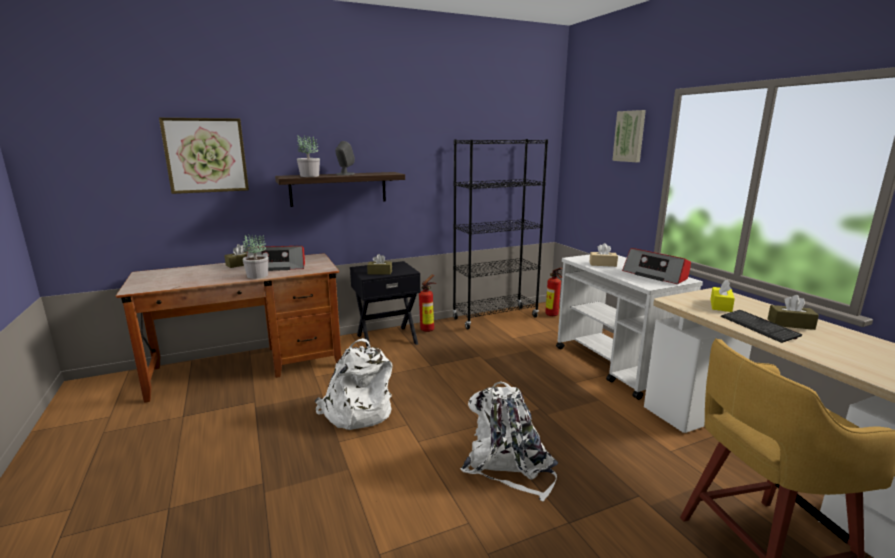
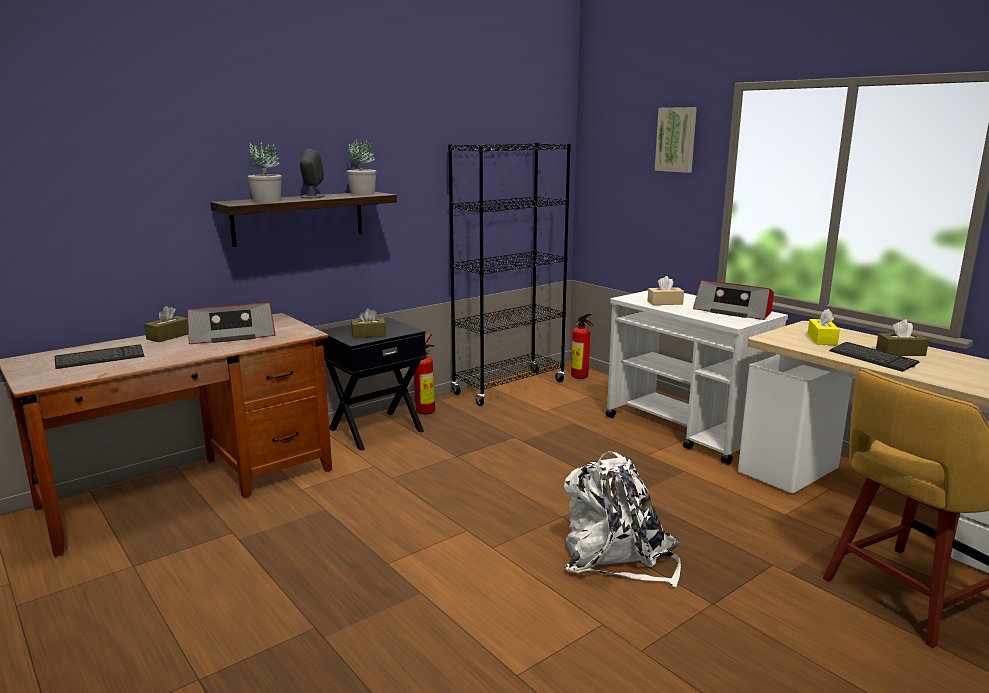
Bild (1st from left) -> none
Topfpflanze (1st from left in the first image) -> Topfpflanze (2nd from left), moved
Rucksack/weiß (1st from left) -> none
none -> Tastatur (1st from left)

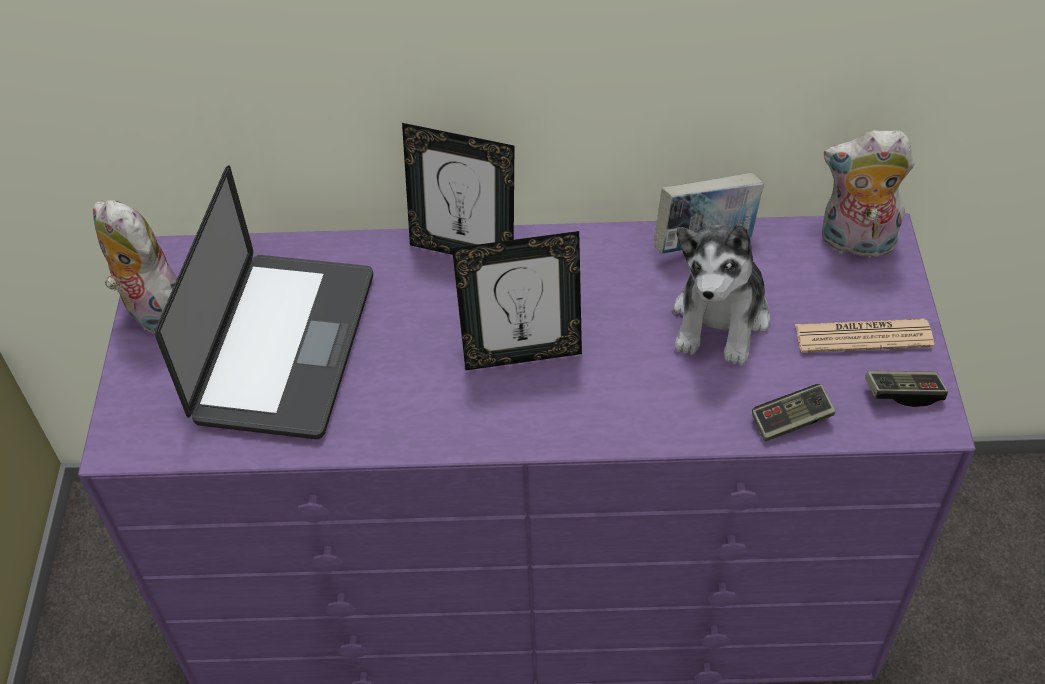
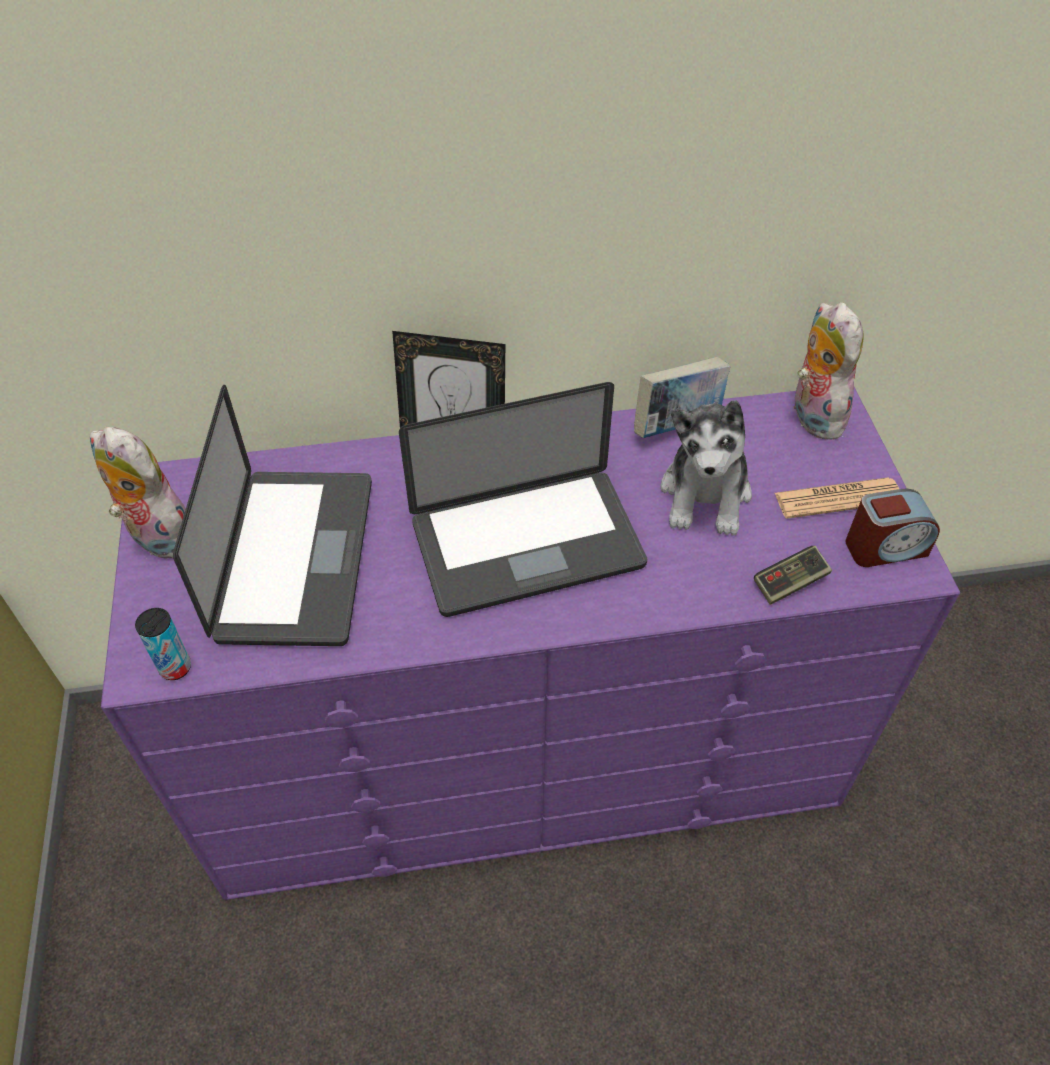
Bilderrahmen (2nd from left) -> Laptop (2nd from left)
Plüschtier (3rd from left), 75 degrees clockwise
Gamepad (2nd from left) -> Wecker
none -> Dose

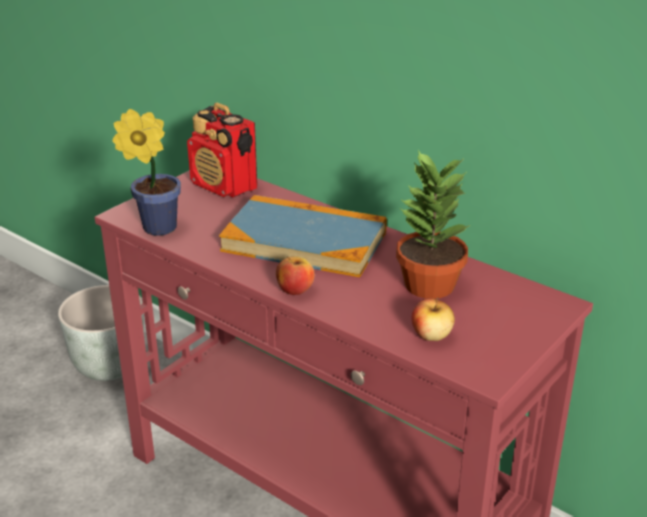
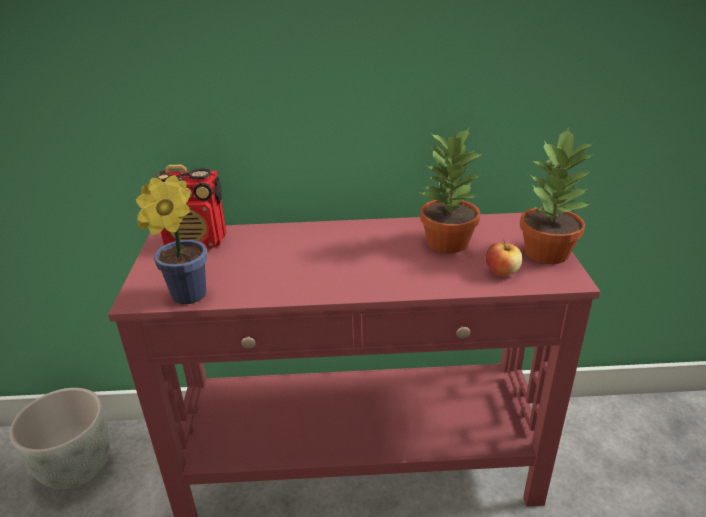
Buch -> none
Apfel (1st from left) -> none
none -> Topfpflanze (3rd from left)

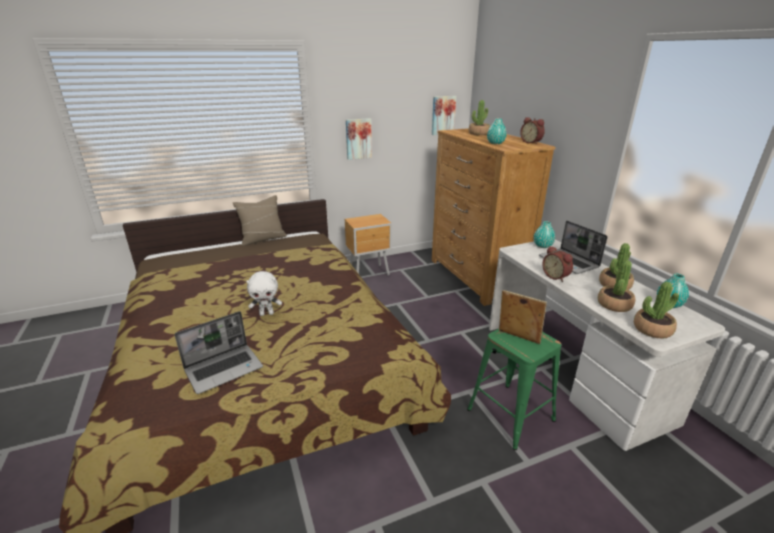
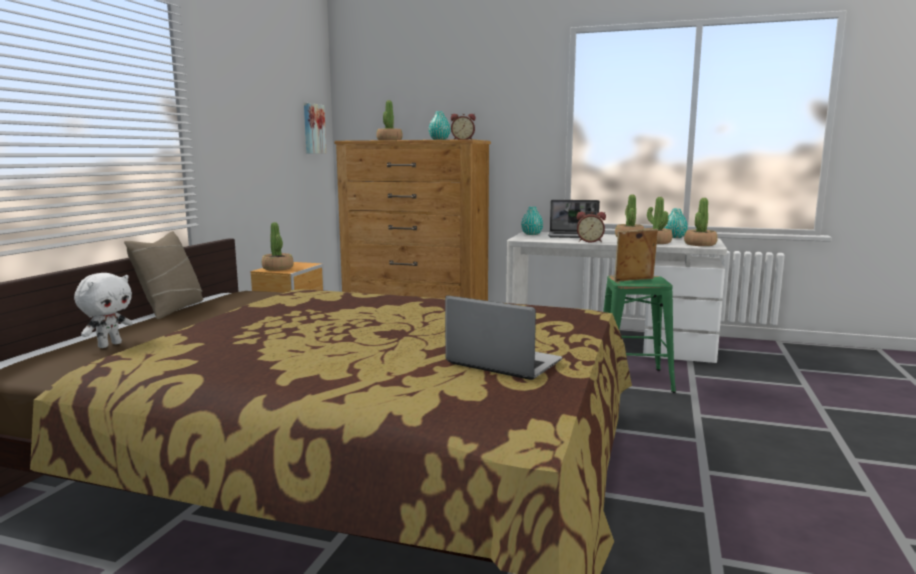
Laptop (1st from left), 60 degrees counterclockwise
Plüschtier/weiß, moved
Bild (1st from left) -> none
none -> Topfpflanze (1st from left)

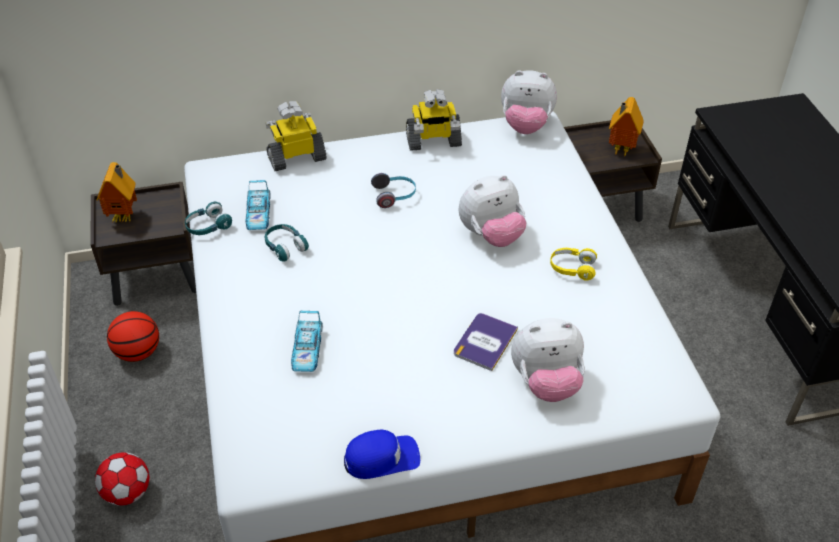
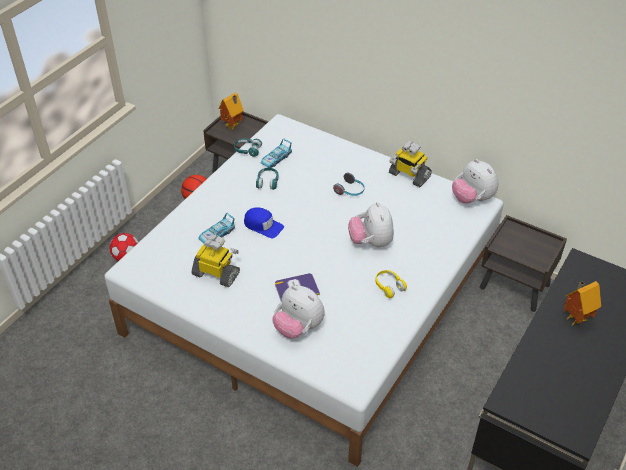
Spielzeugroboter (1st from left), moved
Kappe/blau, moved
Plüschtier (1st from left in the first image) -> Plüschtier (2nd from left), 60 degrees clockwise
Spielzeughaus (2nd from left), moved

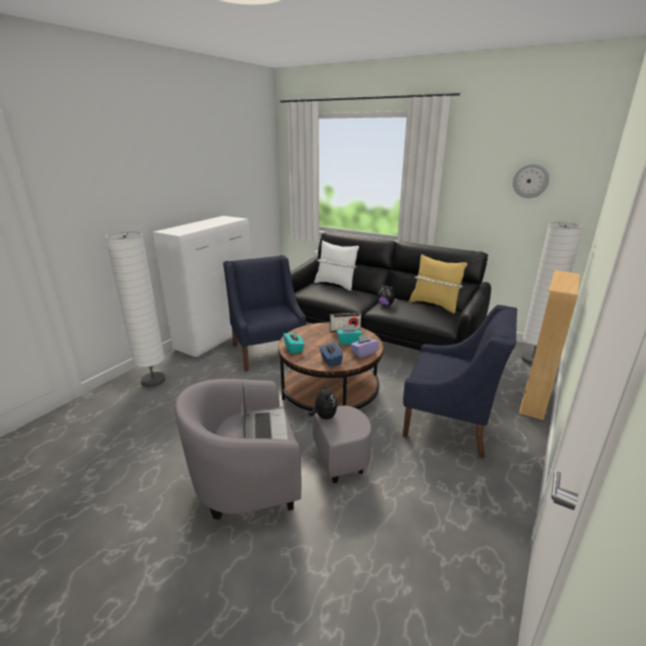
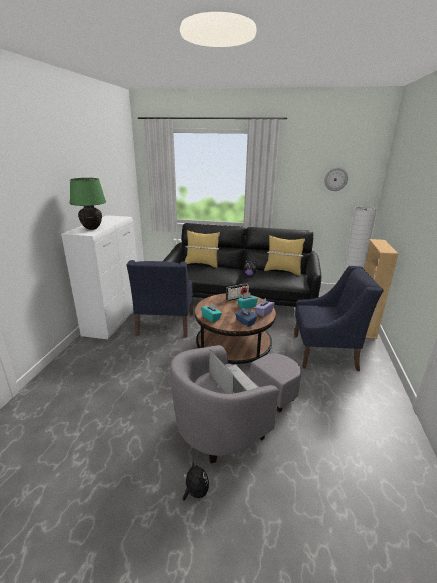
Stehlampe/weiß (1st from left) -> none
Sessel/blau (1st from left), 135 degrees counterclockwise
Plüschtier (1st from left), moved
Kissen/weiß -> Kissen/gelb (1st from left)
none -> Tischlampe/grün

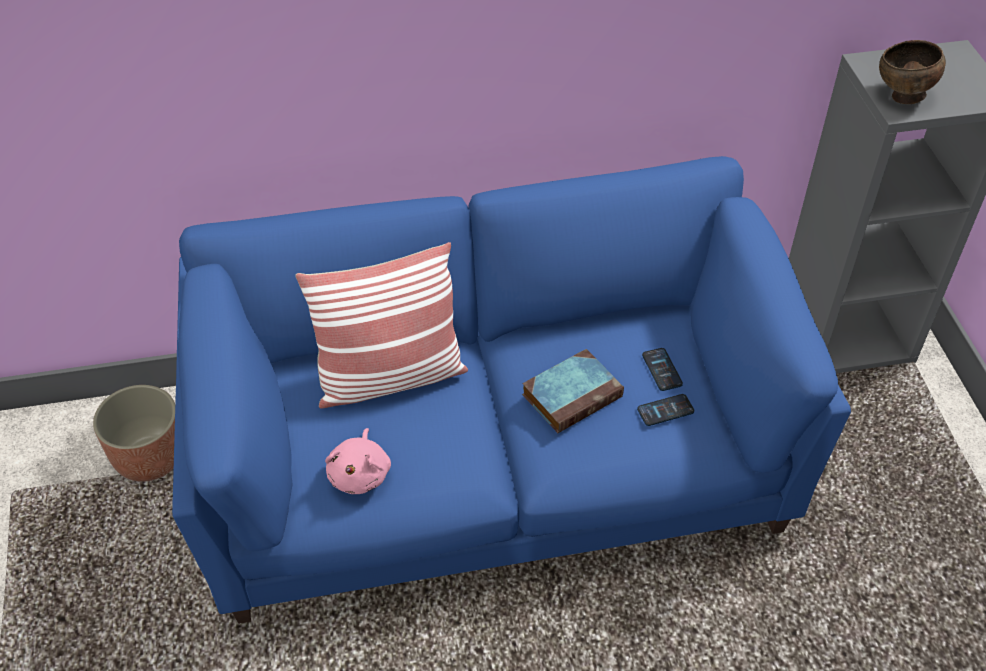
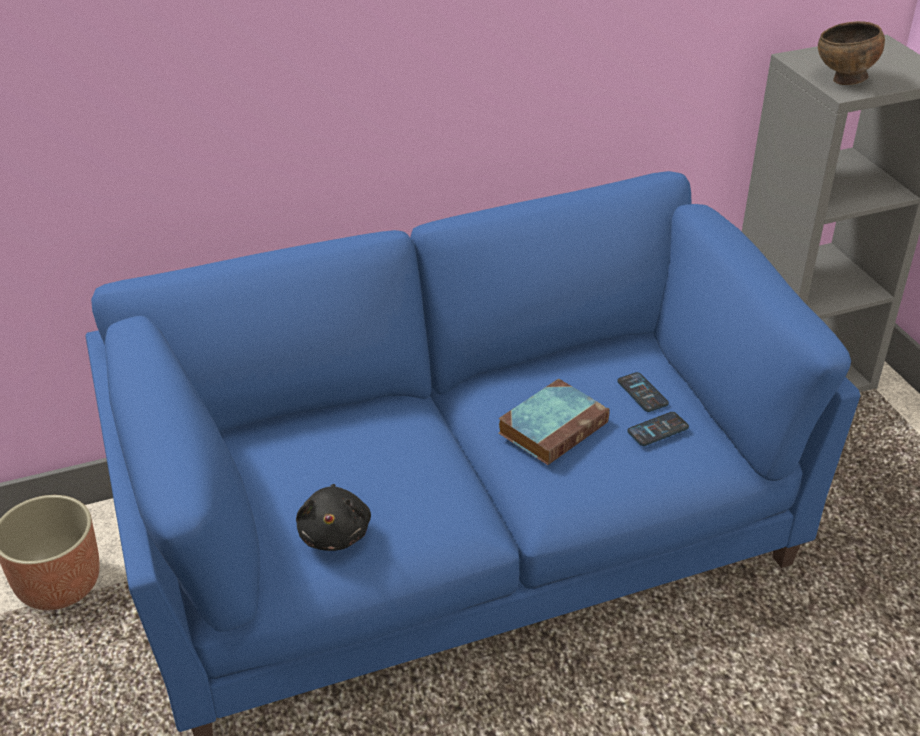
Kissen -> none
Plüschtier/rosa -> Plüschtier/schwarz

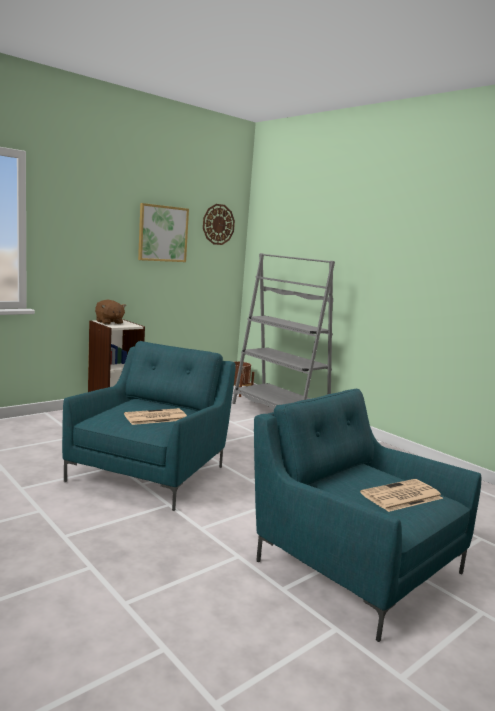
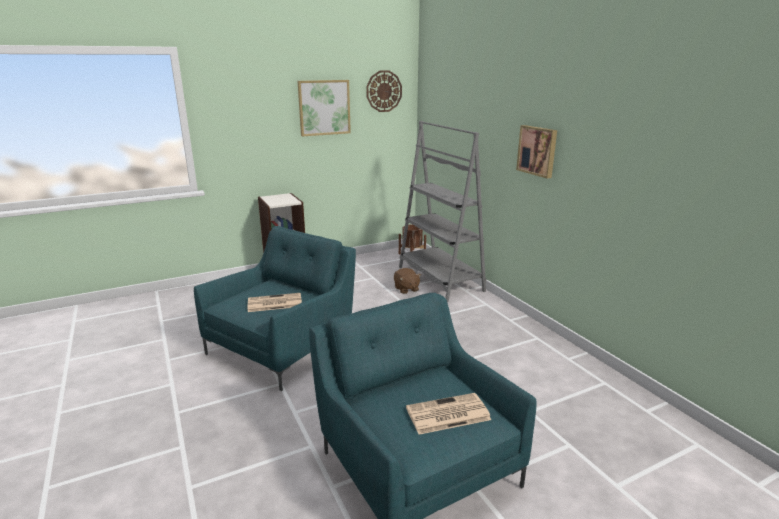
Plüschtier/braun, moved
none -> Bild (2nd from left)

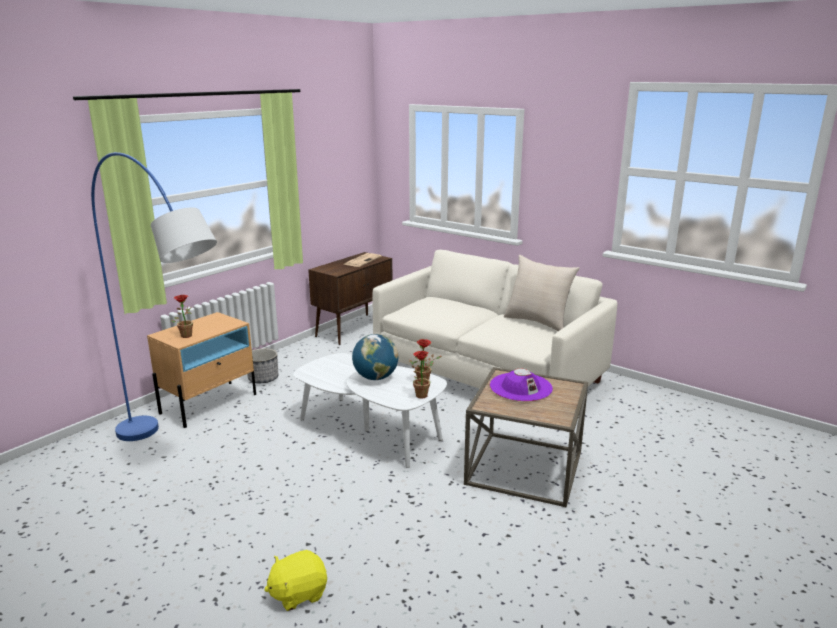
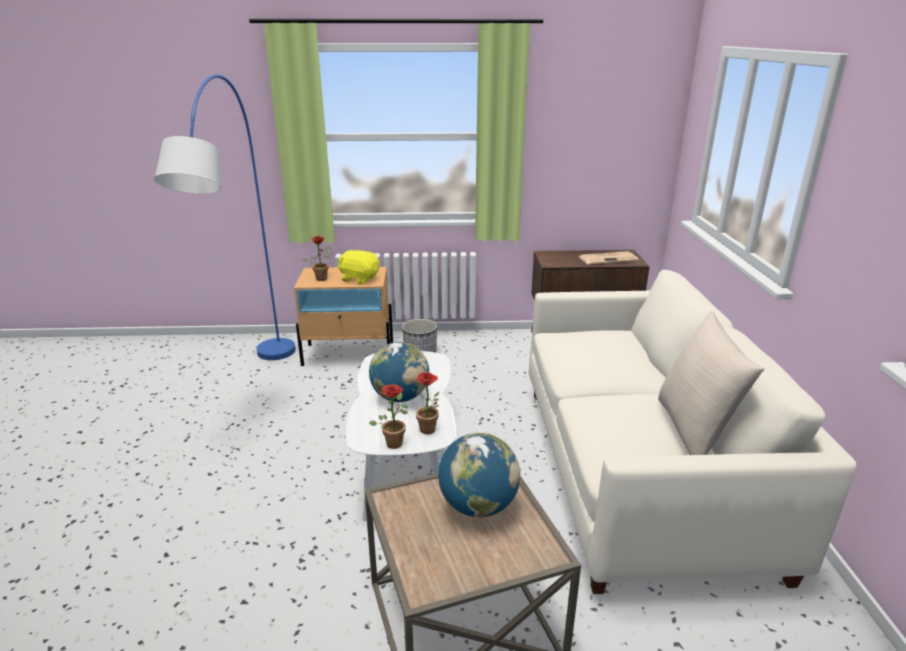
Plüschtier/gelb, moved
Hut/lila -> Globus (2nd from left)

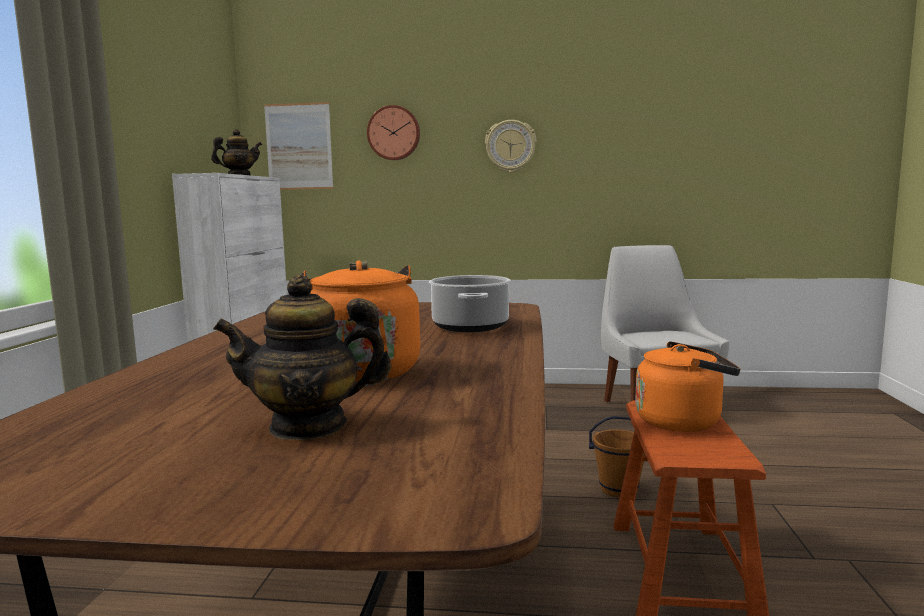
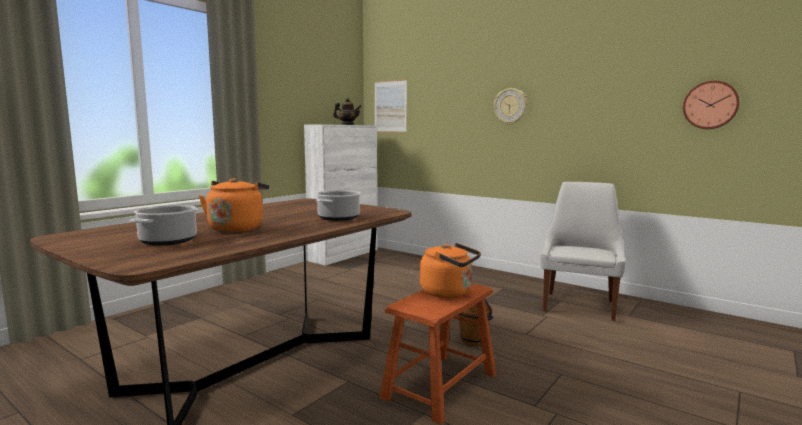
Teekanne (2nd from left) -> Kochtopf (1st from left)
Wanduhr (1st from left in the first image) -> Wanduhr (2nd from left), moved

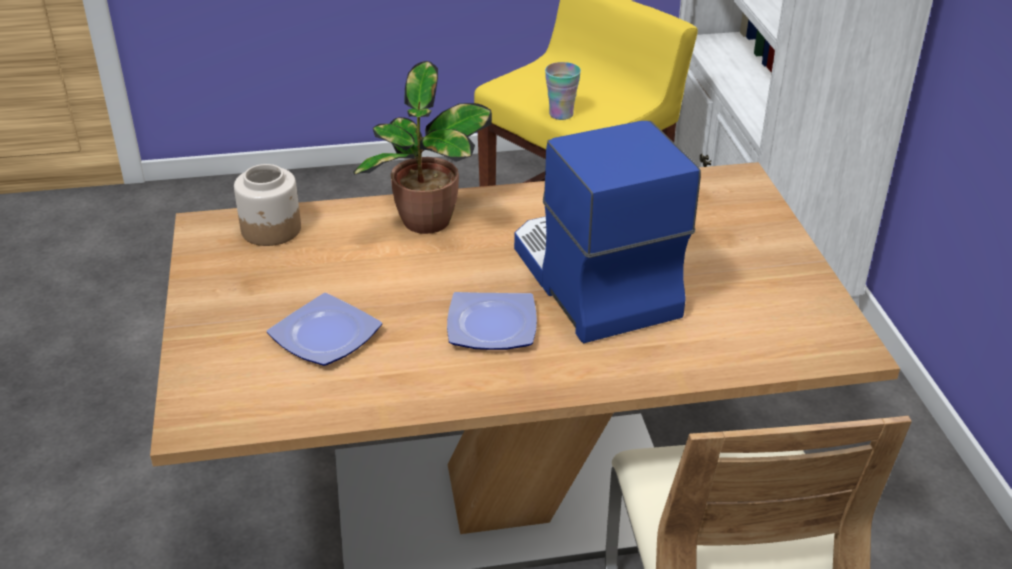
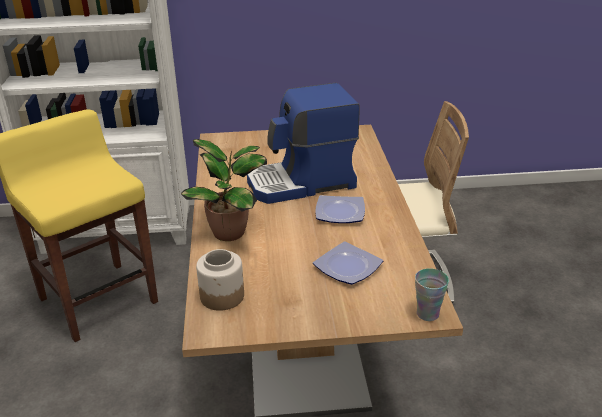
Tasse, moved

